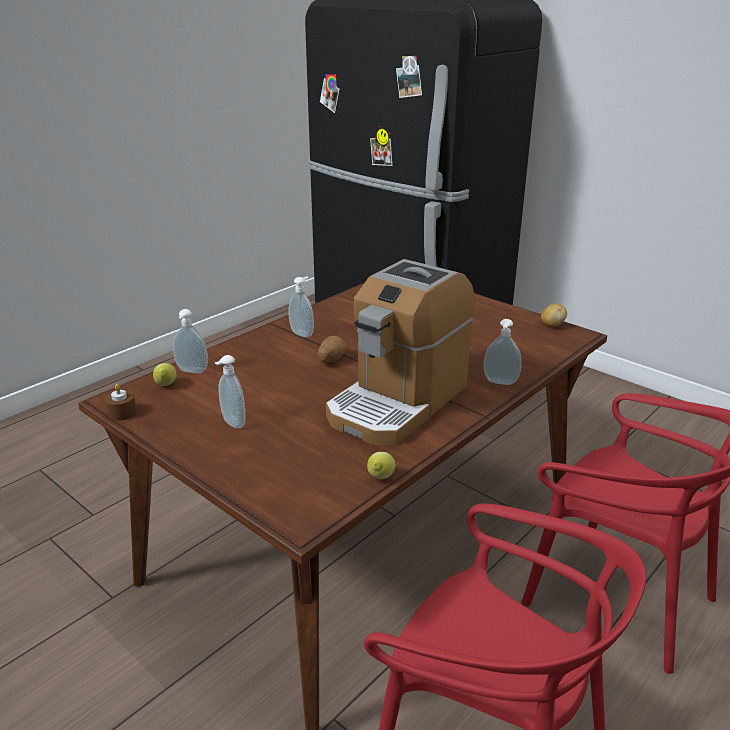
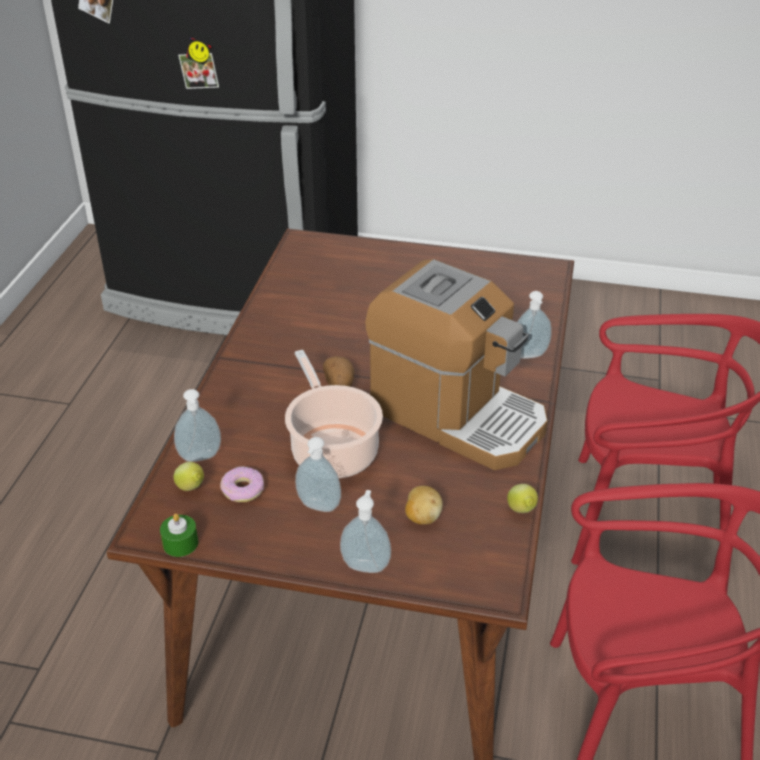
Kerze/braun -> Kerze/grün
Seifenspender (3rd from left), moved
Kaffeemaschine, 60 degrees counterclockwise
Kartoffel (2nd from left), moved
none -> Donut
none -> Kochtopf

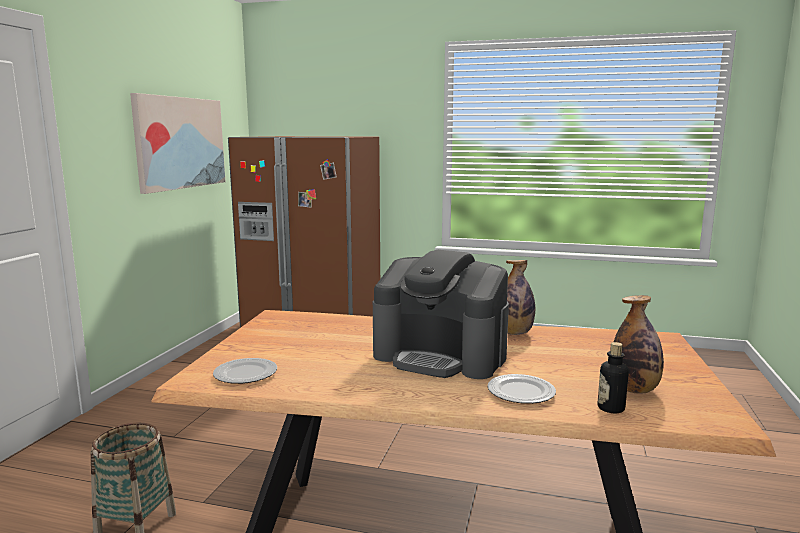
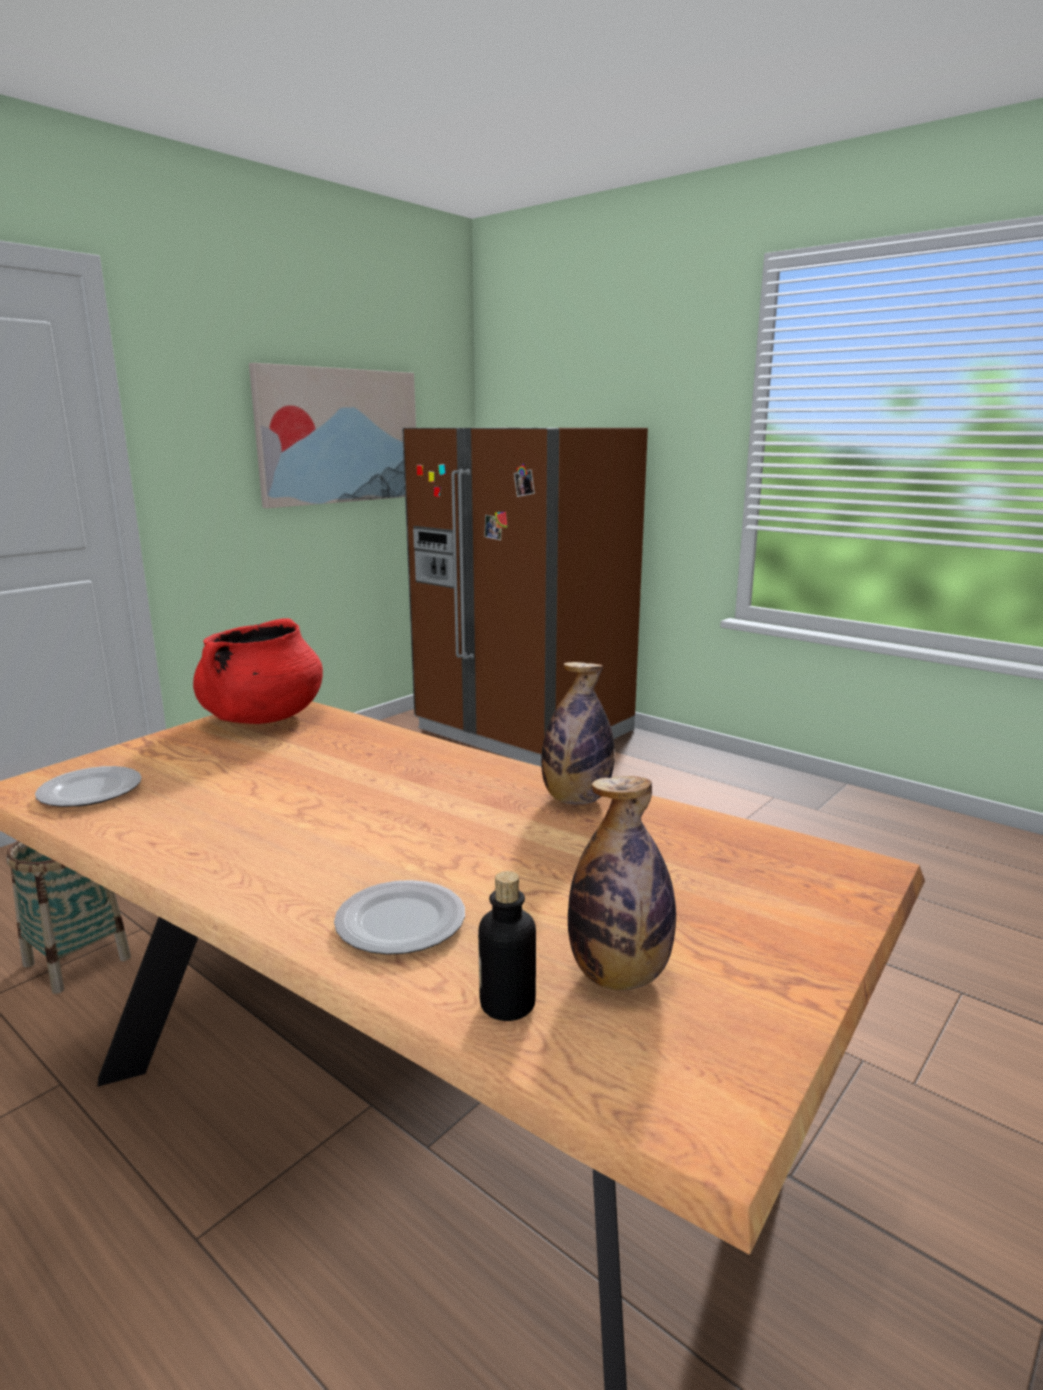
Kaffeemaschine -> none
none -> Kochtopf/rot

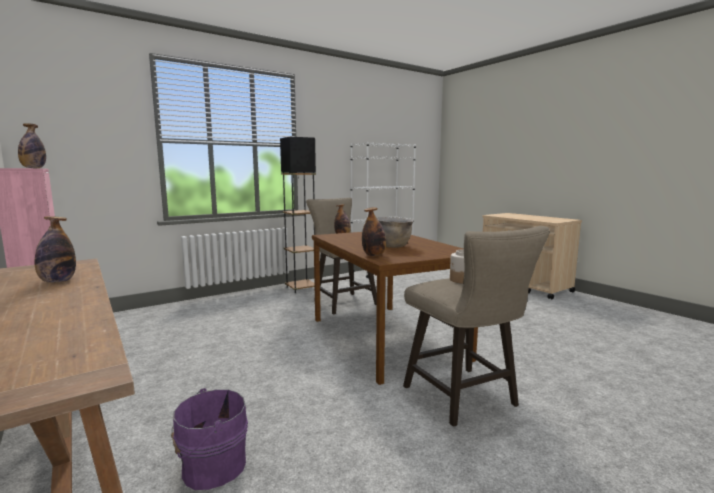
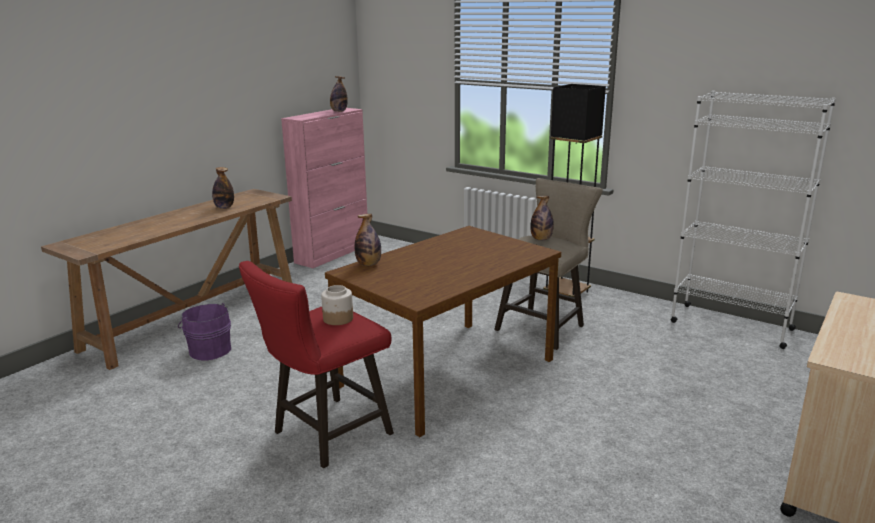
Kochtopf/braun -> none
Hocker/beige (2nd from left) -> Hocker/rot

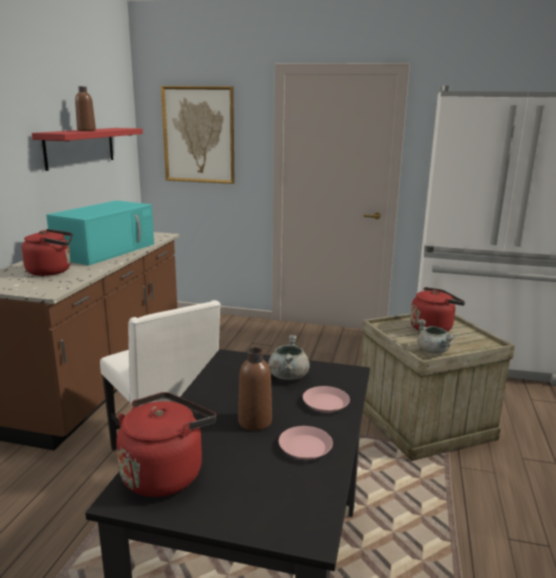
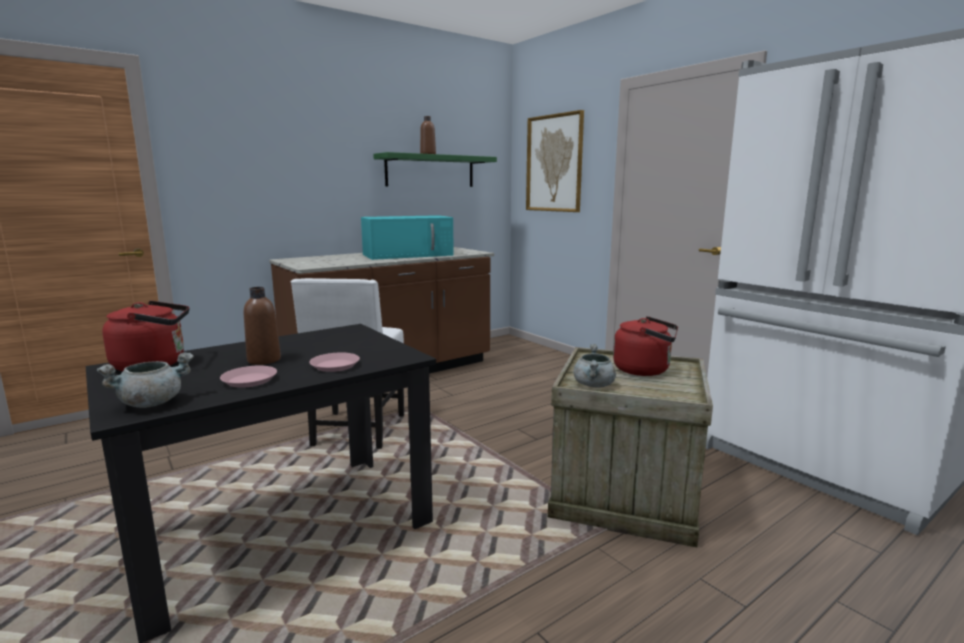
Wasserkessel/rot (1st from left) -> none
Wandregal/rot -> Wandregal/grün
Kochtopf/grau (1st from left), moved

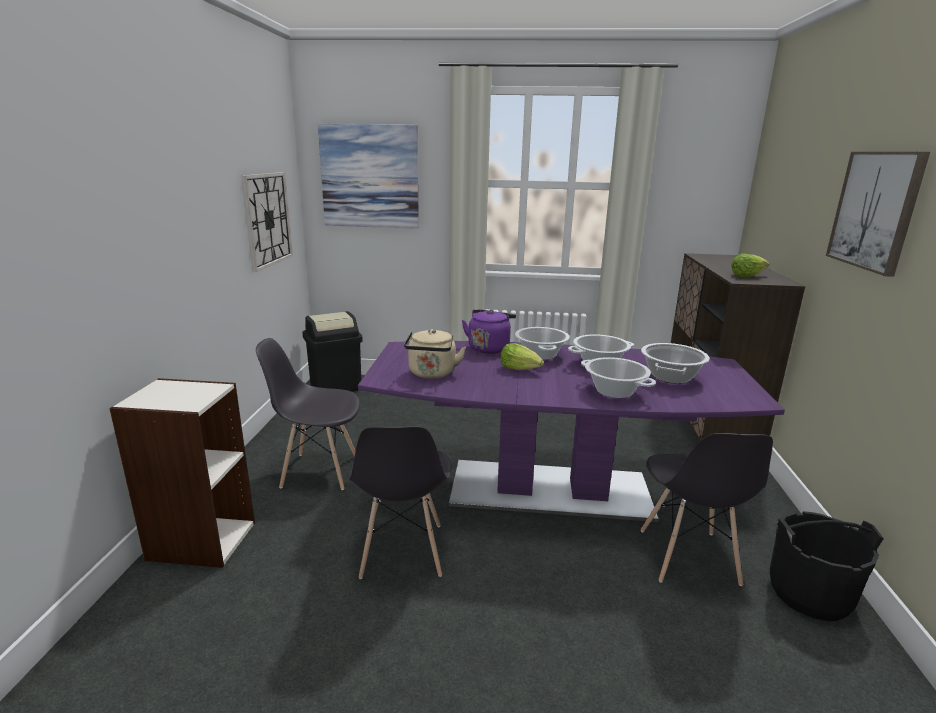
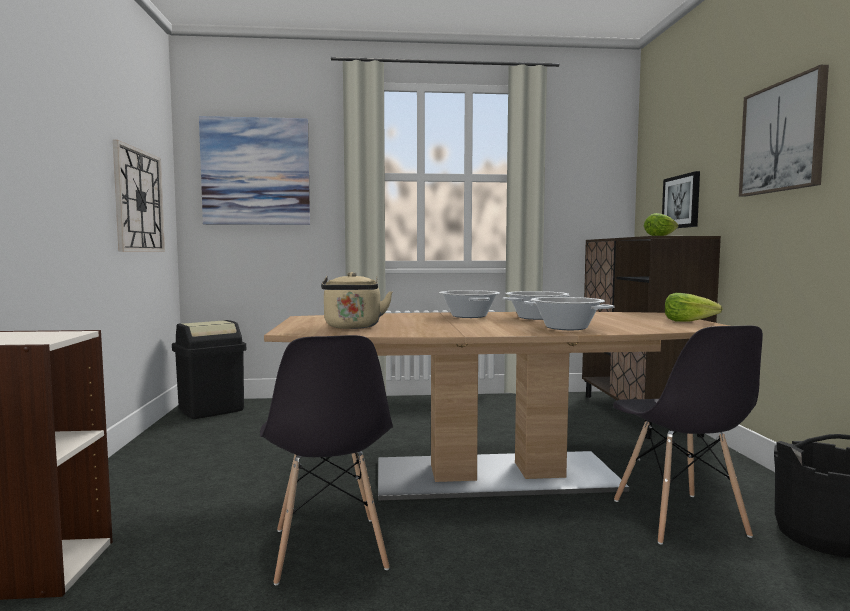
Stuhl/grau (1st from left) -> none
Esstisch/lila -> Esstisch/braun
Wasserkessel/lila -> none
Salatkopf (1st from left in the first image) -> Salatkopf (2nd from left), moved
Kochtopf (4th from left) -> none
none -> Bild (2nd from left)

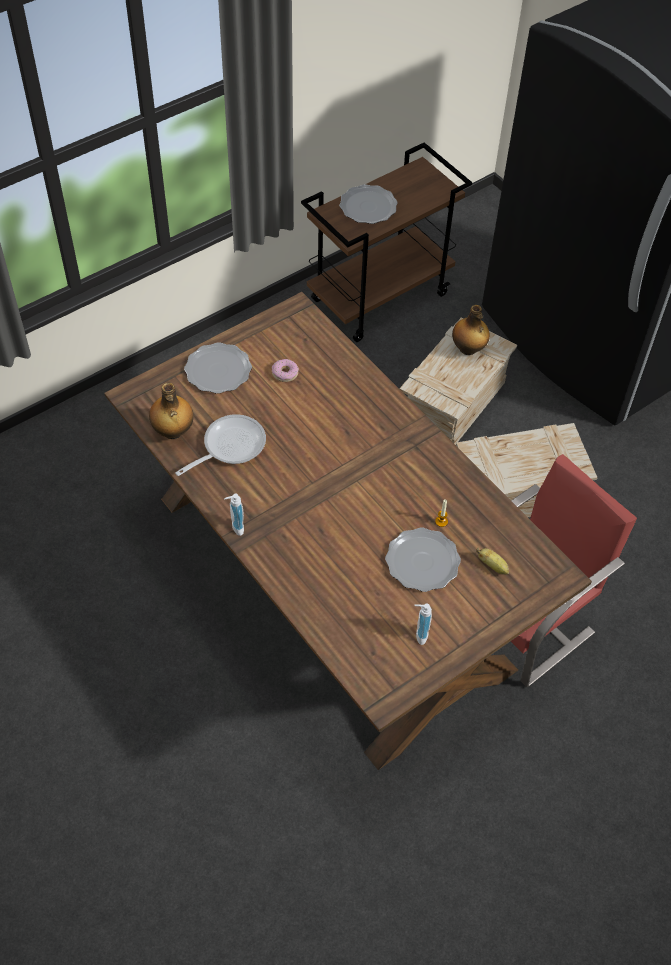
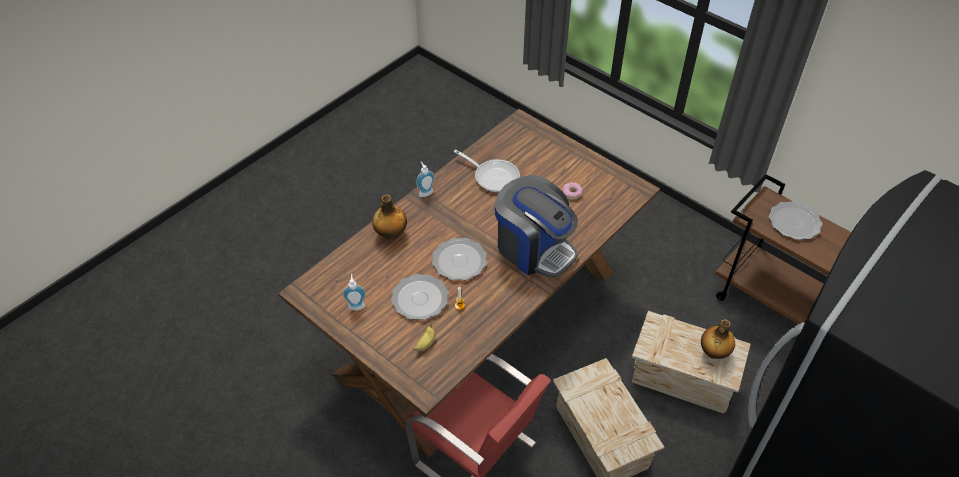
Flasche (1st from left), moved
Teller (1st from left in the first image) -> Teller (2nd from left), moved
none -> Kaffeemaschine

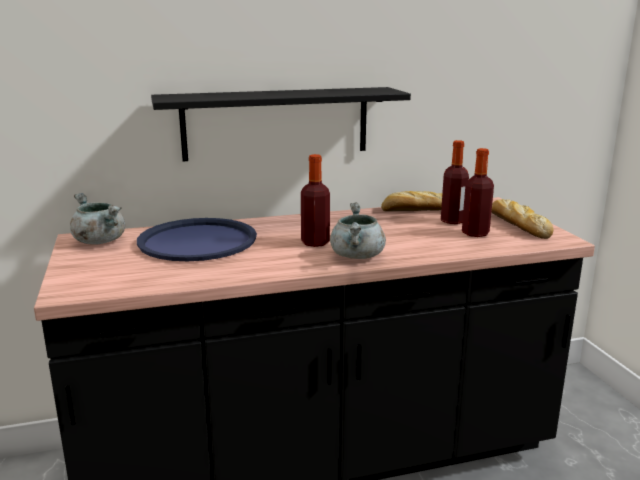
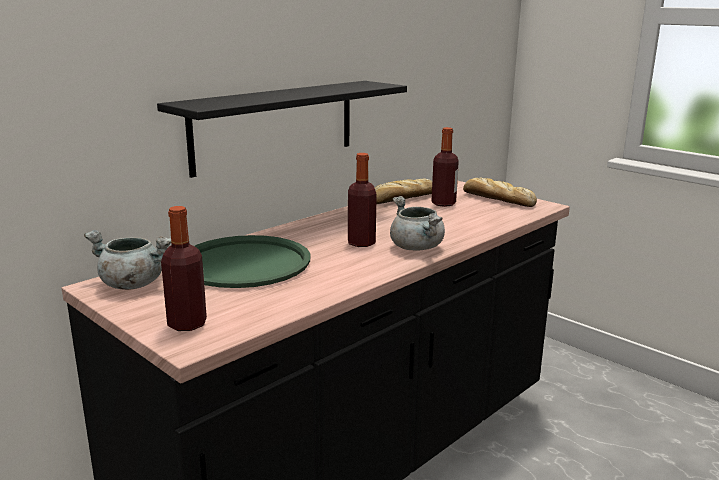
Tablett/blau -> Tablett/grün
Flasche (3rd from left in the first image) -> Flasche (1st from left), moved

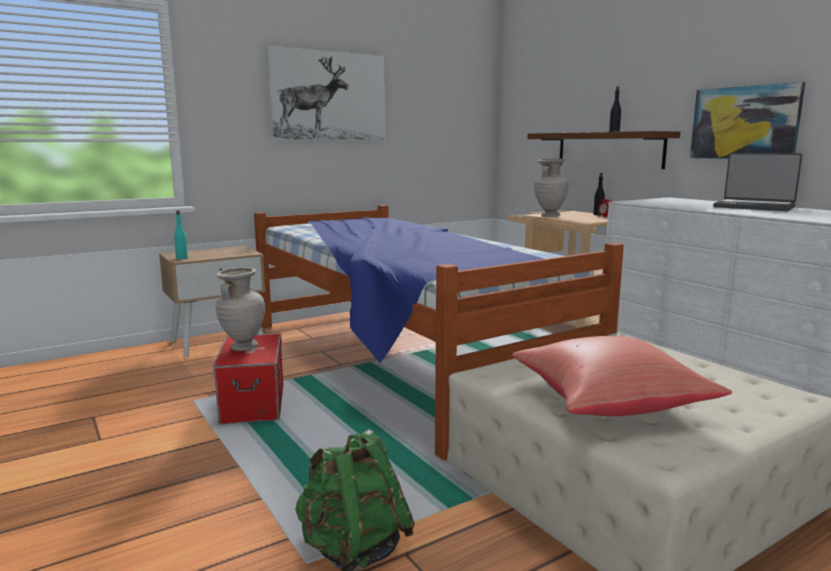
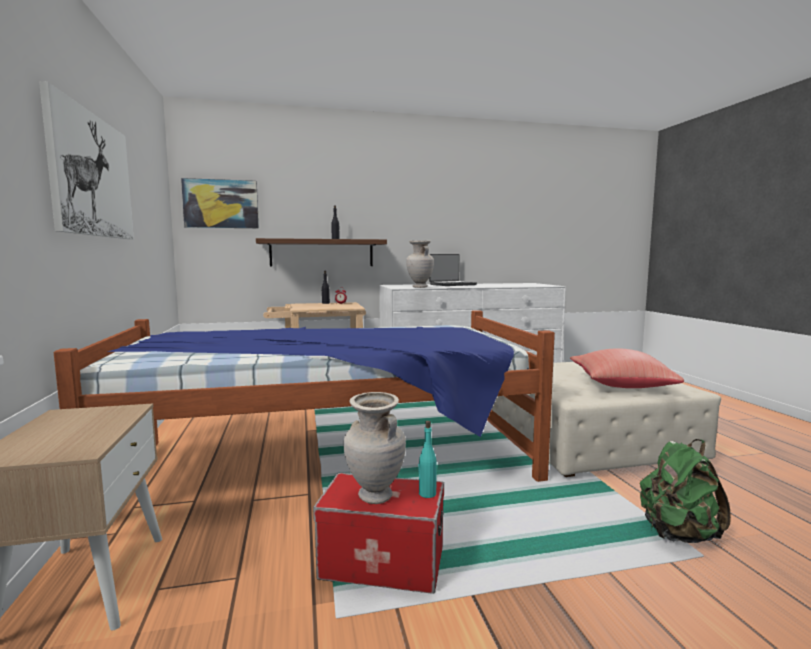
Flasche/türkis, moved
Vase/beige (2nd from left), moved
Bild (2nd from left), moved

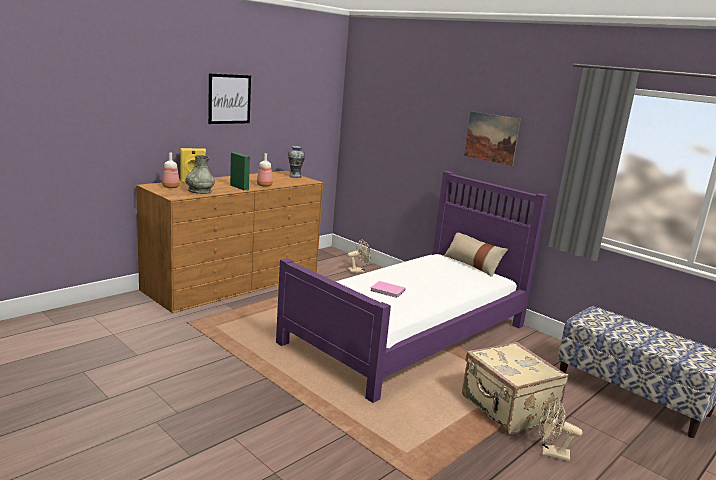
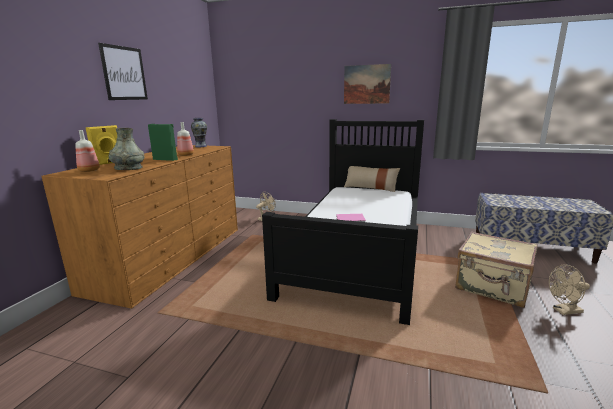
Bett/lila -> Bett/schwarz

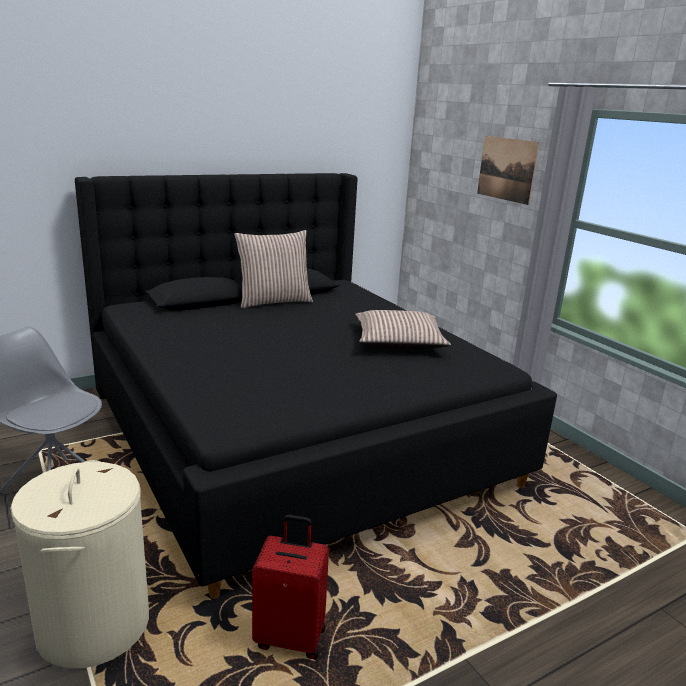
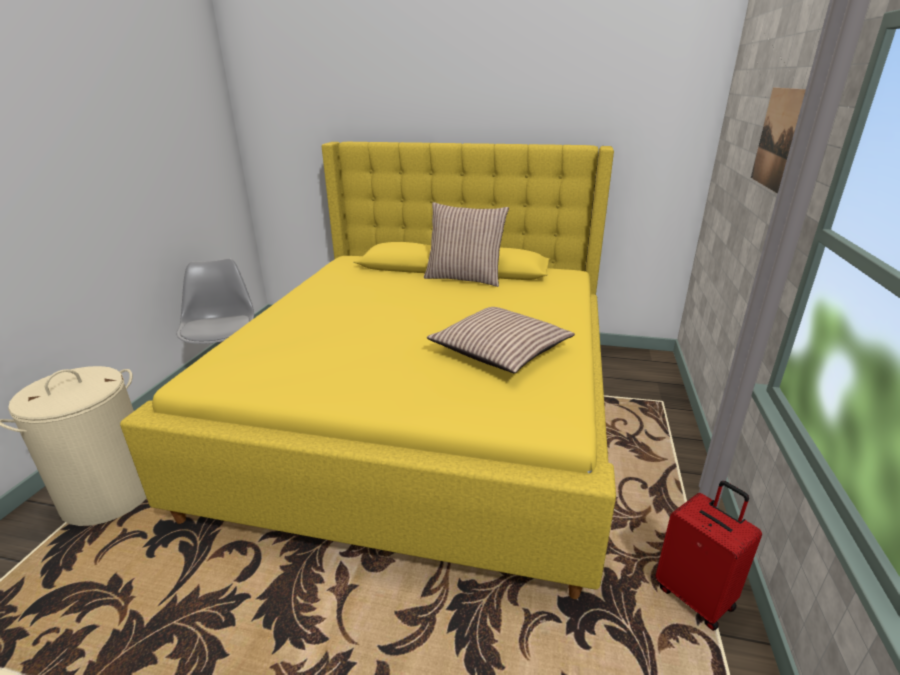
Bett/schwarz -> Bett/gelb
Koffer/rot, moved

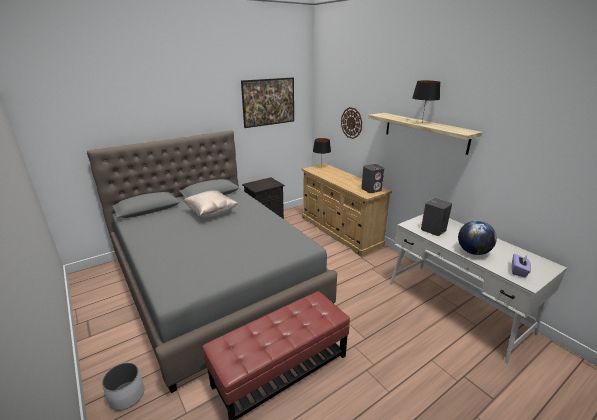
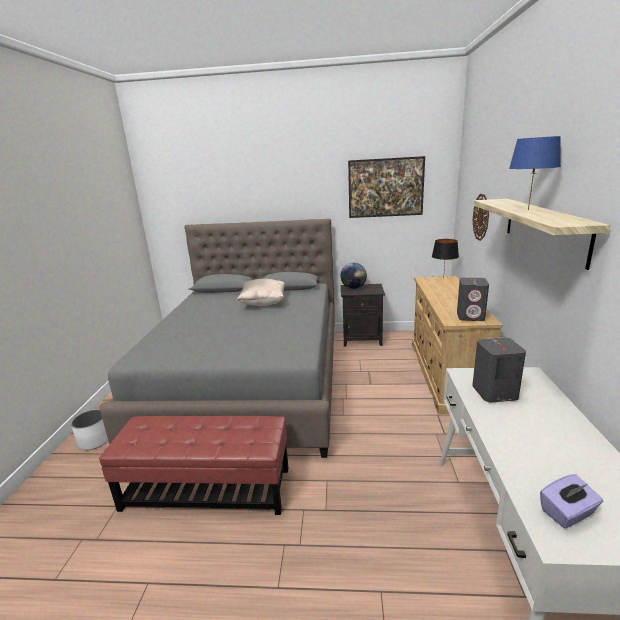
Tischlampe/schwarz (2nd from left) -> Tischlampe/blau
Globus, moved

